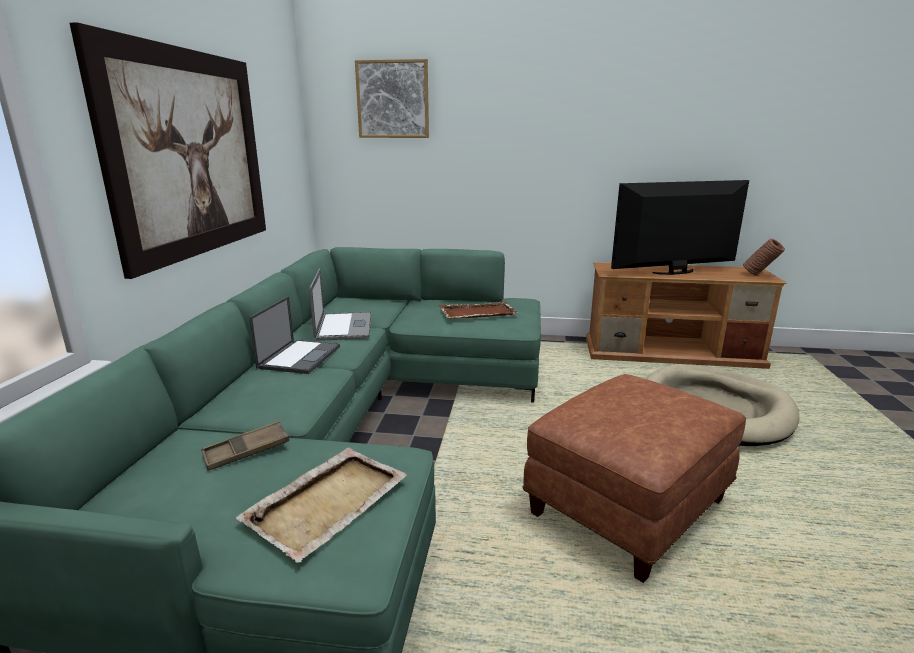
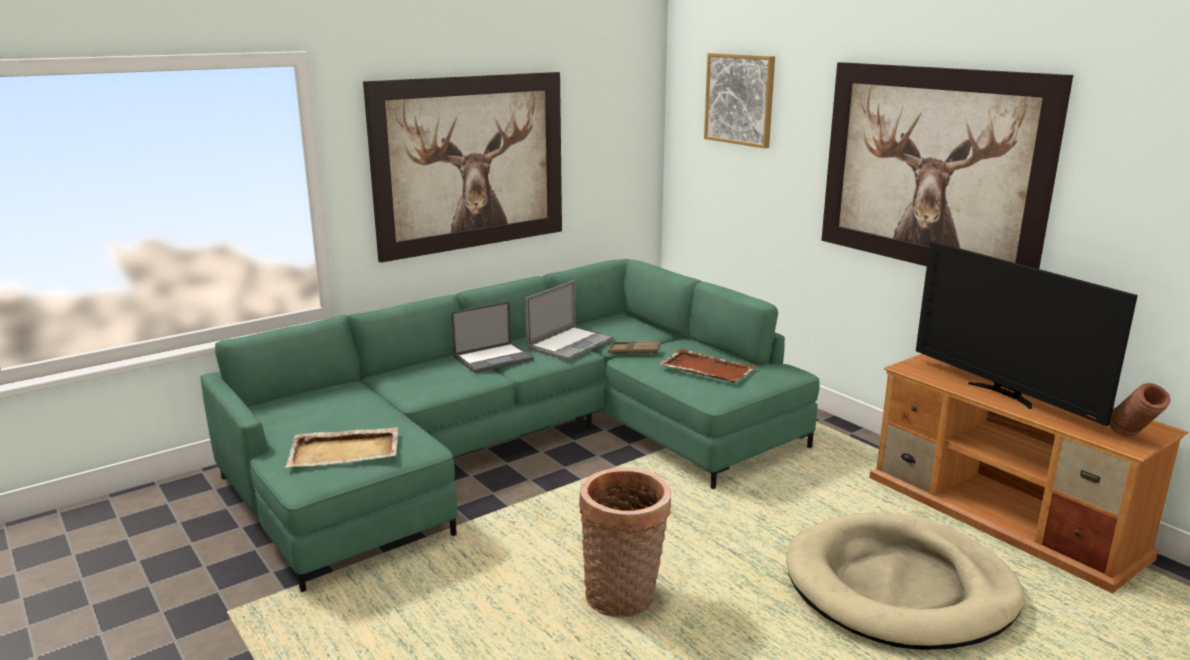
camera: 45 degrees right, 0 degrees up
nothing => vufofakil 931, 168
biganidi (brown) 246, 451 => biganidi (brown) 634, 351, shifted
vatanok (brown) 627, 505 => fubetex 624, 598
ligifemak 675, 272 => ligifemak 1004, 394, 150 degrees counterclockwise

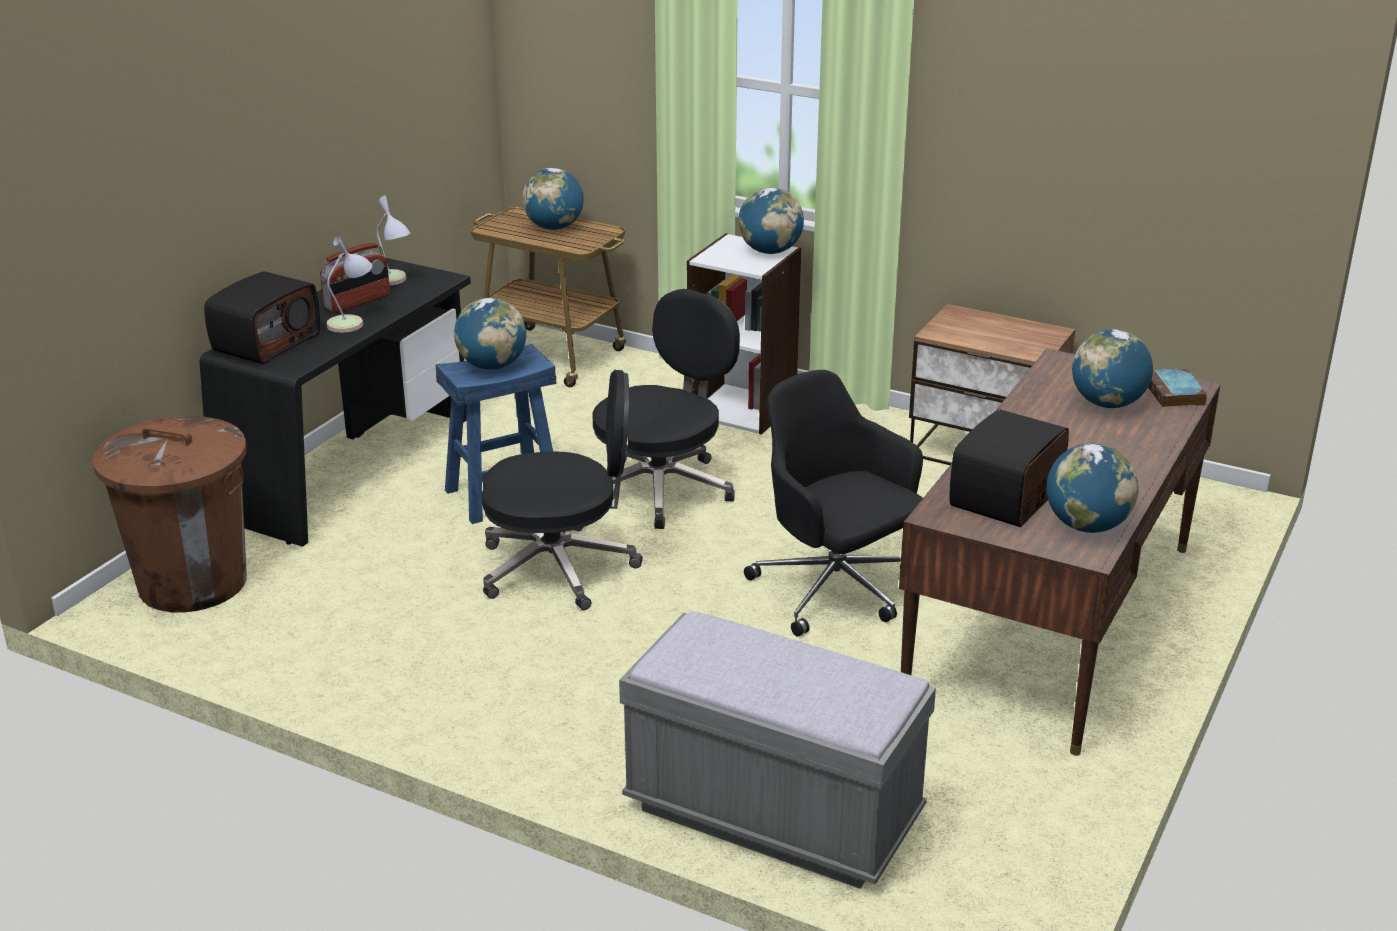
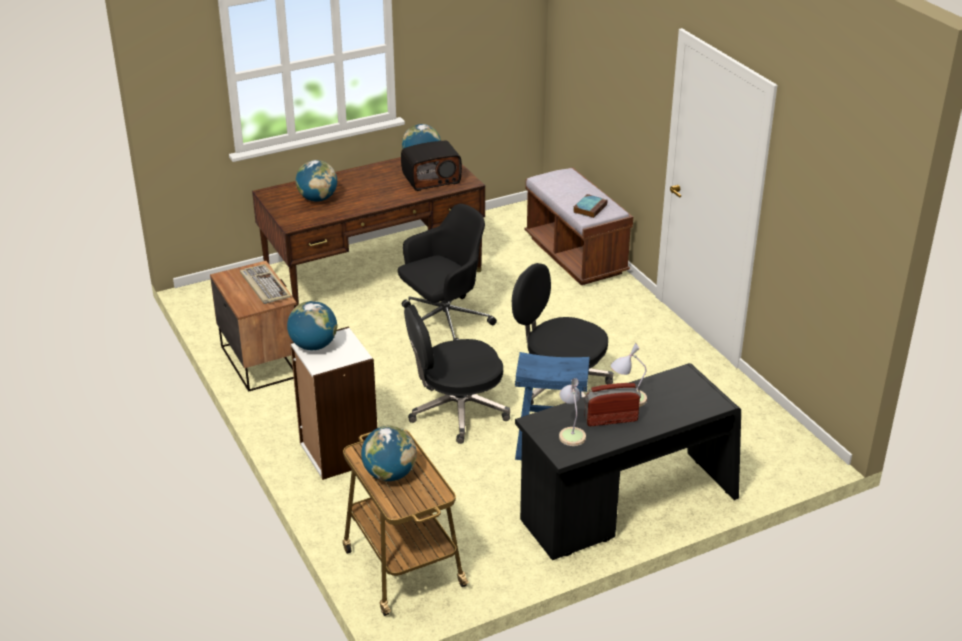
camera: 145 degrees left, 5 degrees up
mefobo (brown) 193, 583 => nothing
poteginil 266, 343 => nothing
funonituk 492, 366 => nothing
nothing => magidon 264, 286
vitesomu 1174, 394 => vitesomu 590, 208, shifted
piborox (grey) 773, 814 => piborox (brown) 575, 256
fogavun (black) 836, 590 => fogavun (black) 444, 321, 120 degrees counterclockwise

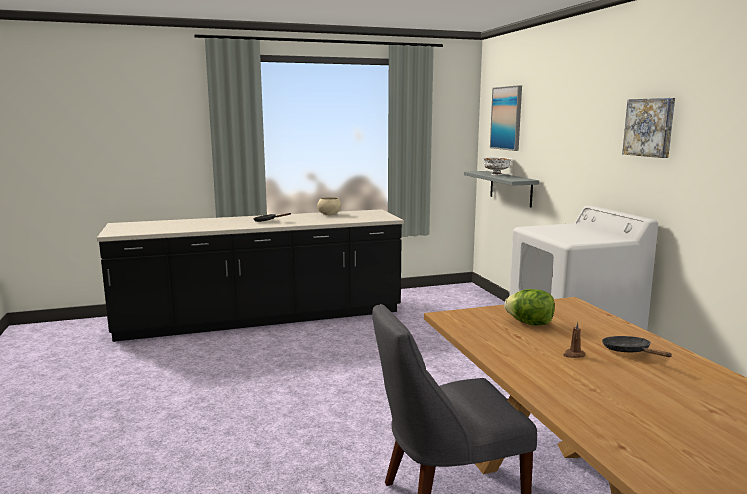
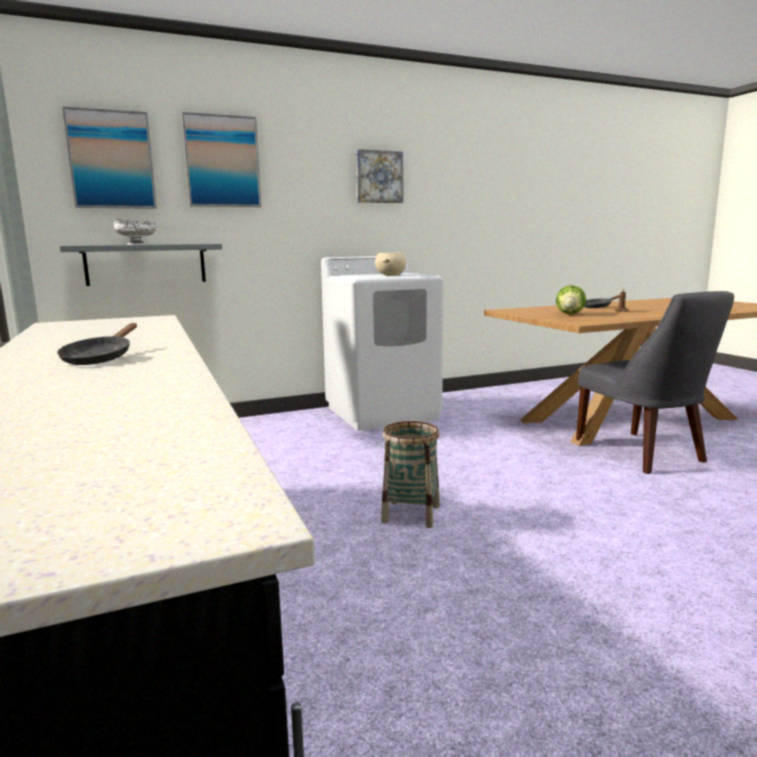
camera: 95 degrees left, 0 degrees up
nothing => vufofakil 222, 162
nothing => fubetex 411, 514
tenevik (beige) 329, 215 => tenevik (beige) 391, 275, shifted

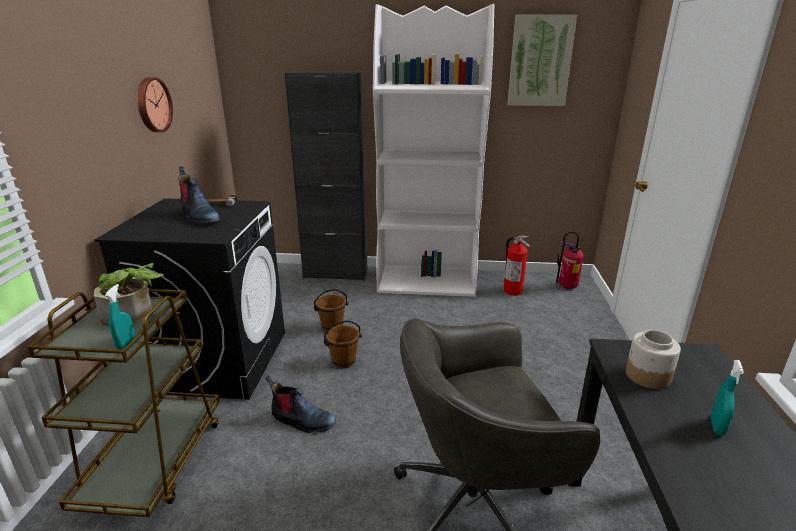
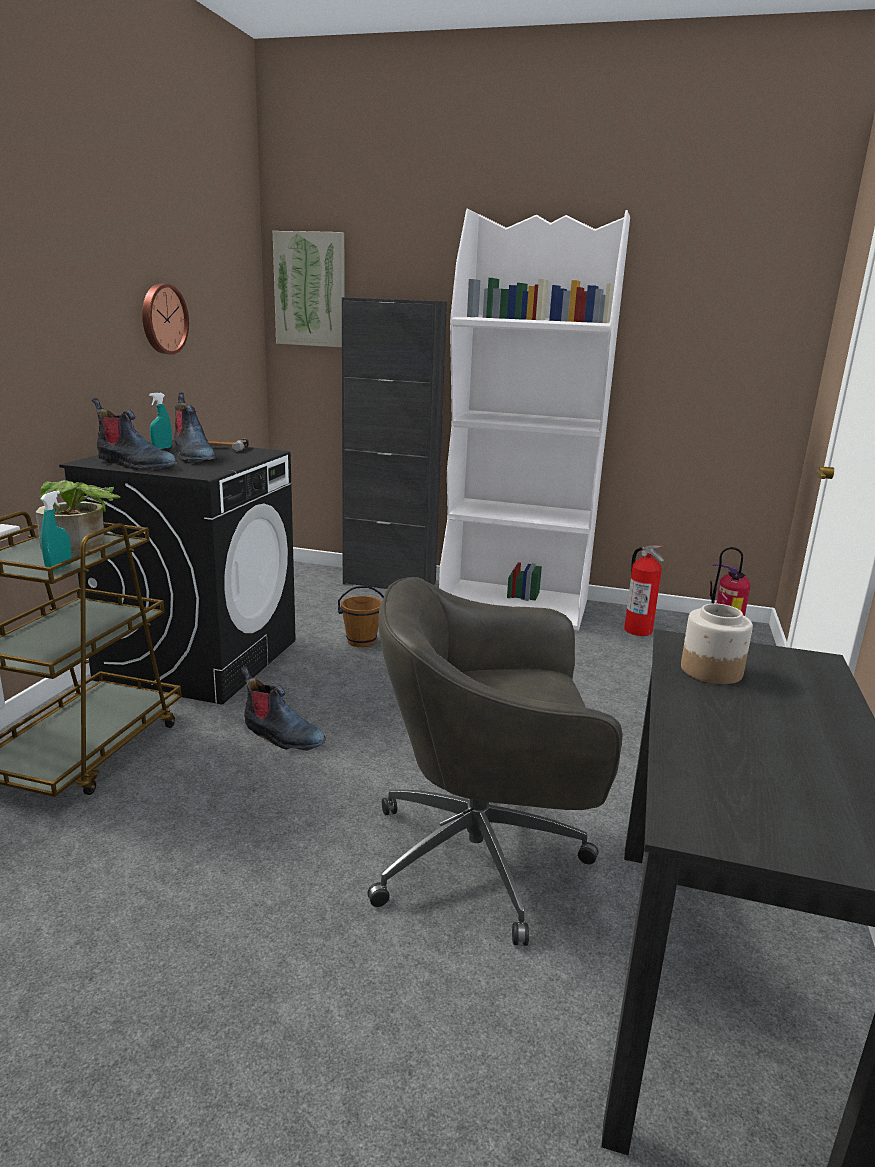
camera: 10 degrees right, 5 degrees down
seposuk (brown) 343, 361 => nothing
nothing => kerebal 134, 465
vufofakil 540, 61 => vufofakil 310, 289, shifted
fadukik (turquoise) 717, 427 => fadukik (turquoise) 162, 448, shifted

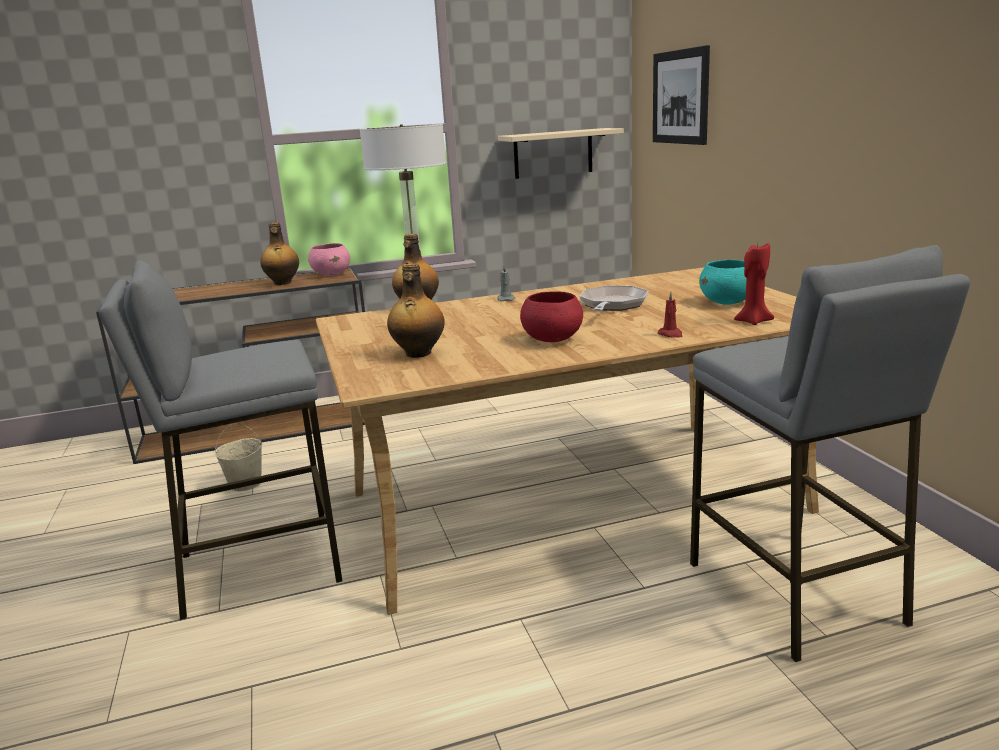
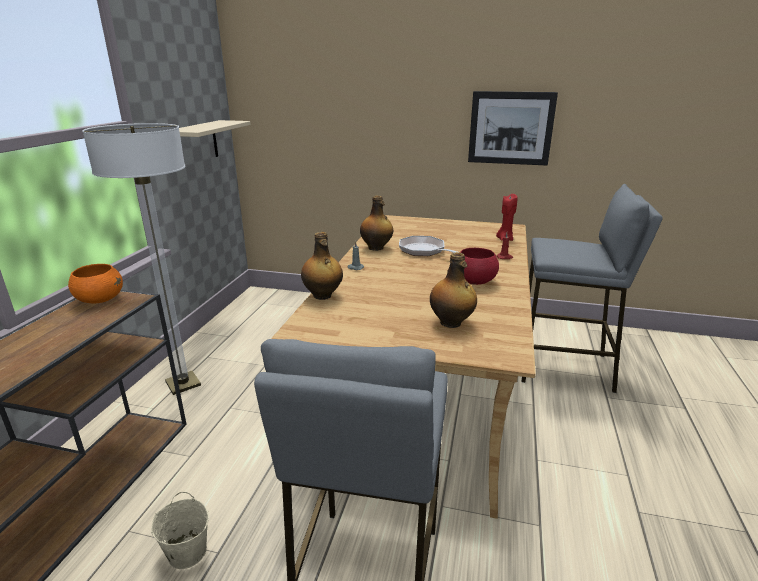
camera: 60 degrees left, 5 degrees up
tenevik (turquoise) 727, 302 => nothing
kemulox 282, 283 => kemulox 376, 248, shifted
vufofakil 680, 97 => vufofakil 510, 128, shifted
tenevik (pink) 331, 274 => tenevik (orange) 100, 300

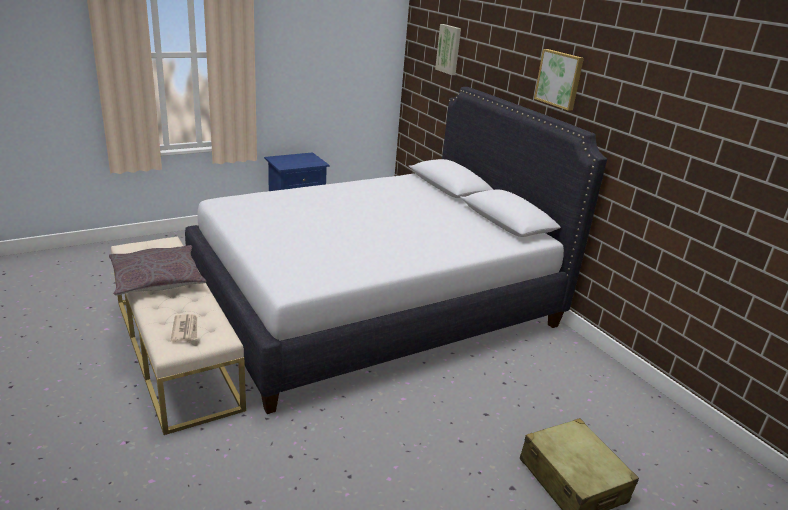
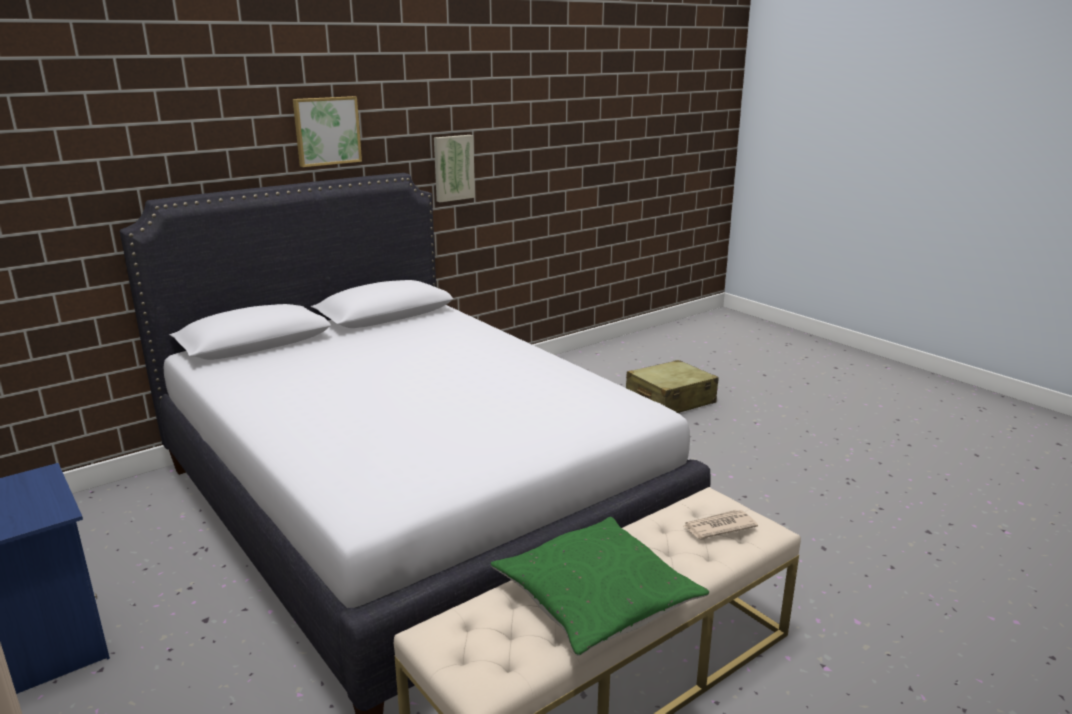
camera: 95 degrees left, 5 degrees down
vufofakil 449, 49 => vufofakil 453, 168, shifted
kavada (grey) 157, 279 => kavada (green) 596, 598

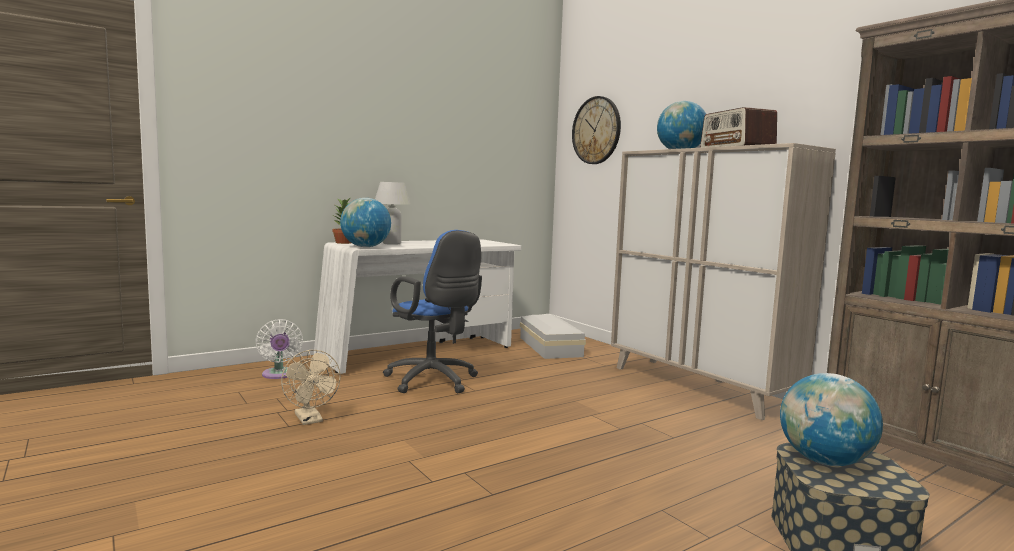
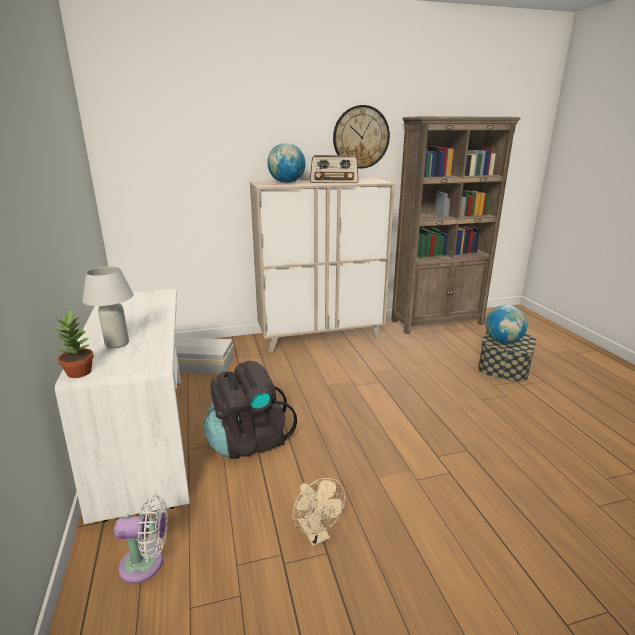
camera: 70 degrees left, 15 degrees up
funonituk 365, 247 => nothing
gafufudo 596, 130 => gafufudo 361, 137, shifted
fogavun (blue) 434, 382 => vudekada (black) 249, 441
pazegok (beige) 310, 420 => pazegok (beige) 316, 535, 75 degrees clockwise

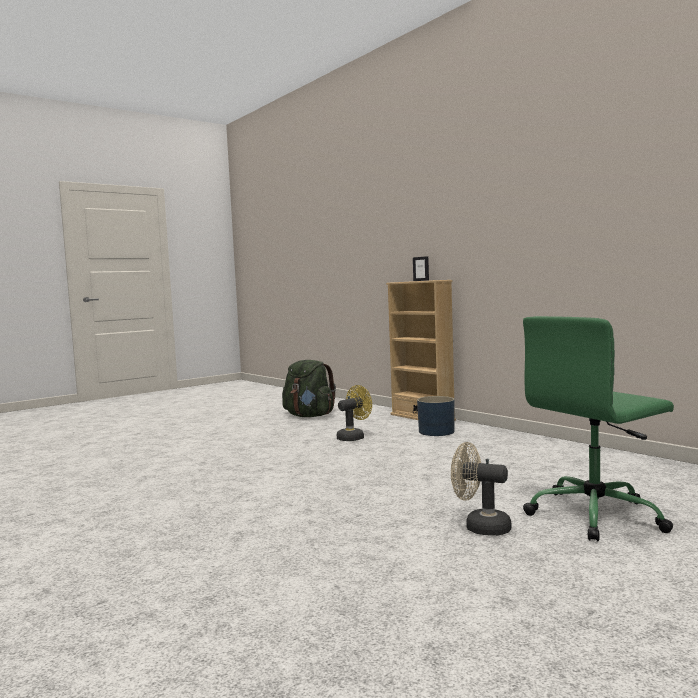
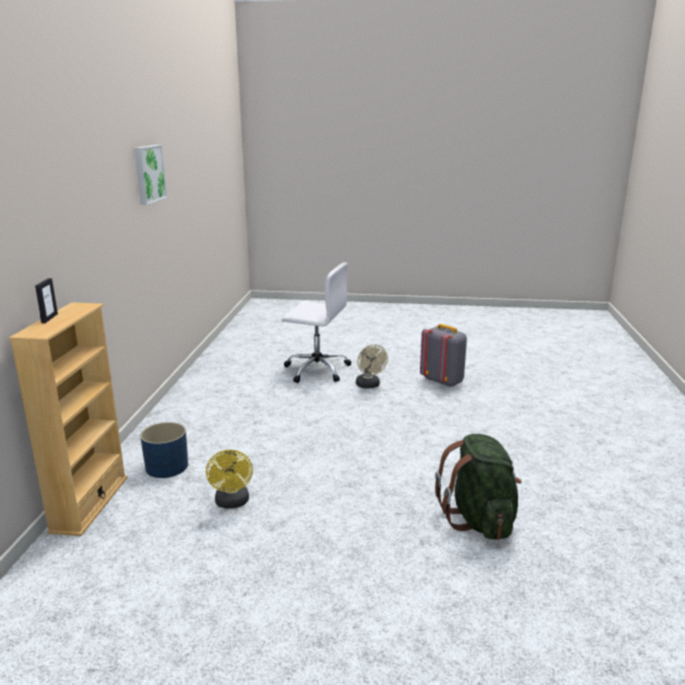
camera: 135 degrees left, 15 degrees up
nothing => vufofakil 148, 174
nothing => vudekada (grey) 443, 381
vudekada (green) 309, 416 => vudekada (green) 479, 520, shifted
fogavun (green) 596, 515 => fogavun (white) 316, 370
pazegok (yellow) 354, 437 => pazegok (yellow) 232, 503, 105 degrees counterclockwise

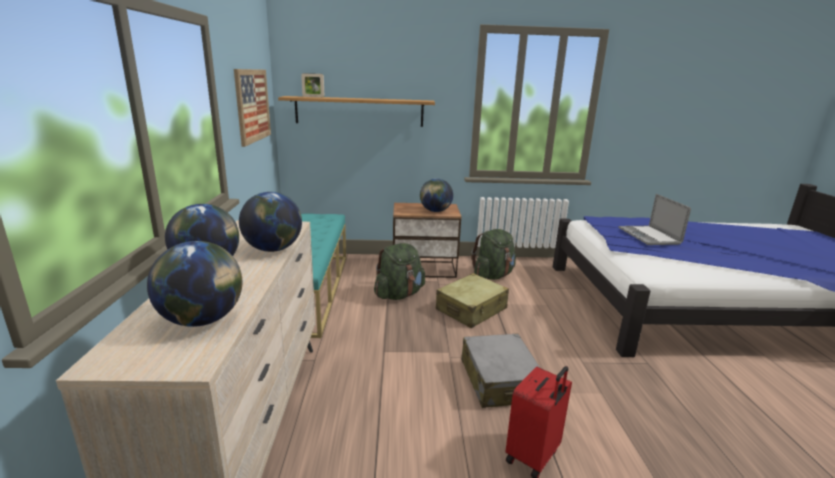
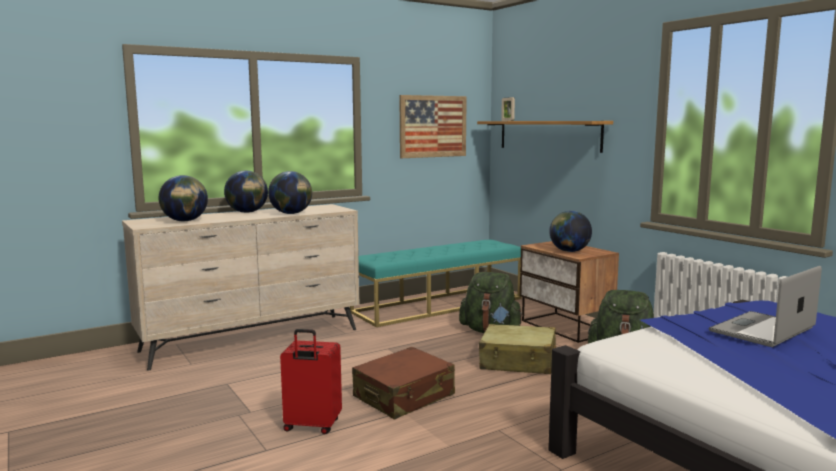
camera: 60 degrees right, 10 degrees down
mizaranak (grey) 499, 381 => mizaranak (brown) 404, 396

